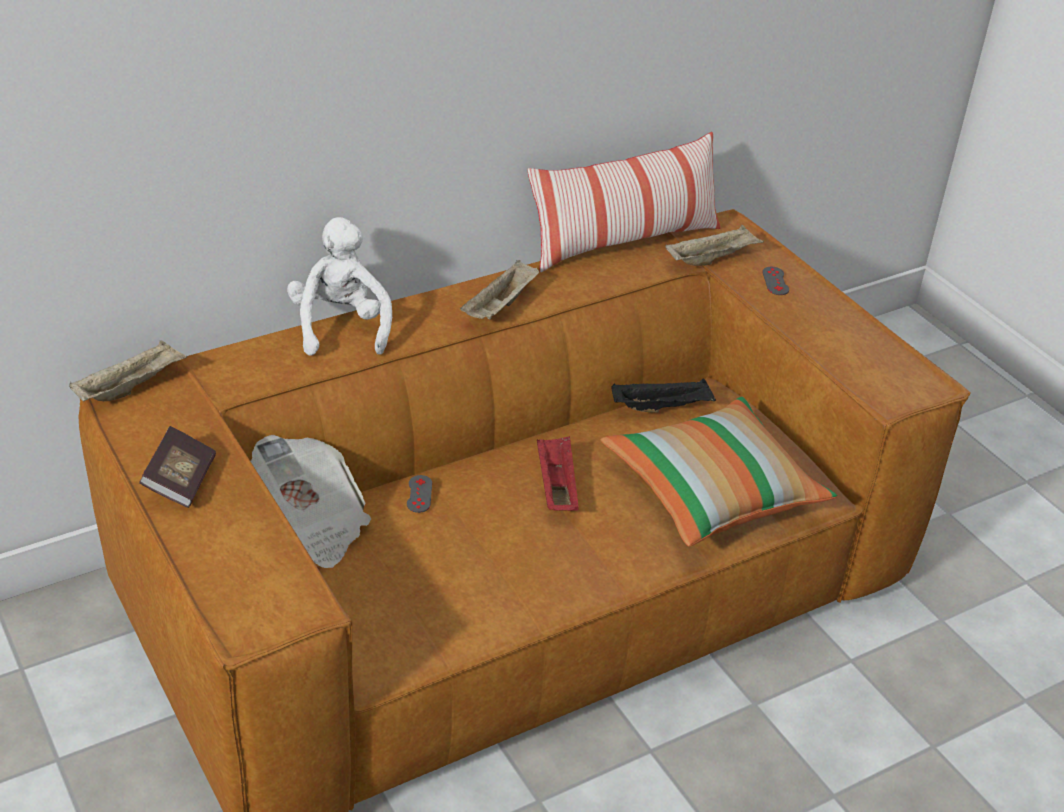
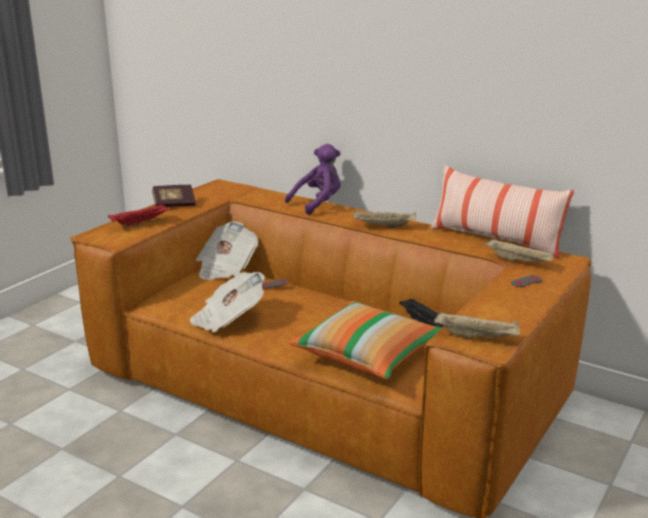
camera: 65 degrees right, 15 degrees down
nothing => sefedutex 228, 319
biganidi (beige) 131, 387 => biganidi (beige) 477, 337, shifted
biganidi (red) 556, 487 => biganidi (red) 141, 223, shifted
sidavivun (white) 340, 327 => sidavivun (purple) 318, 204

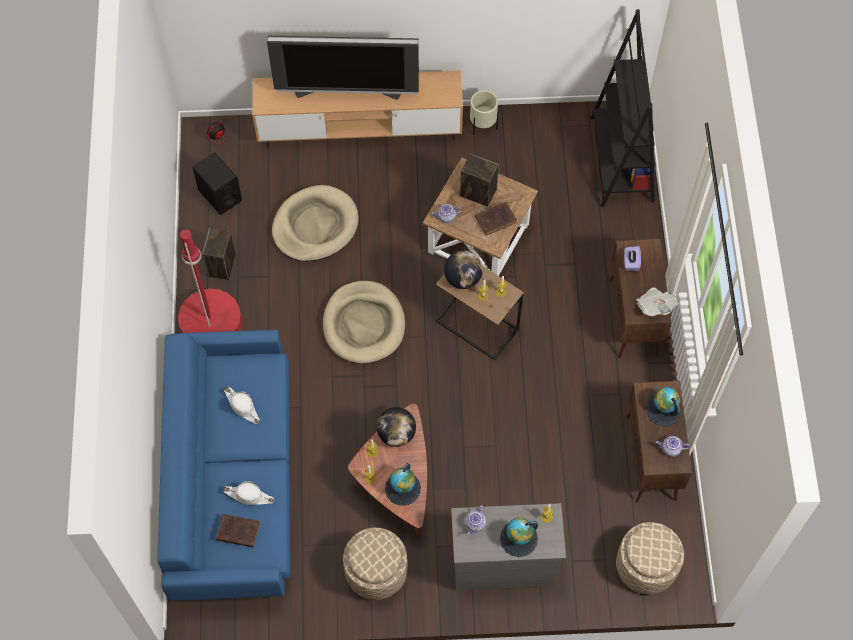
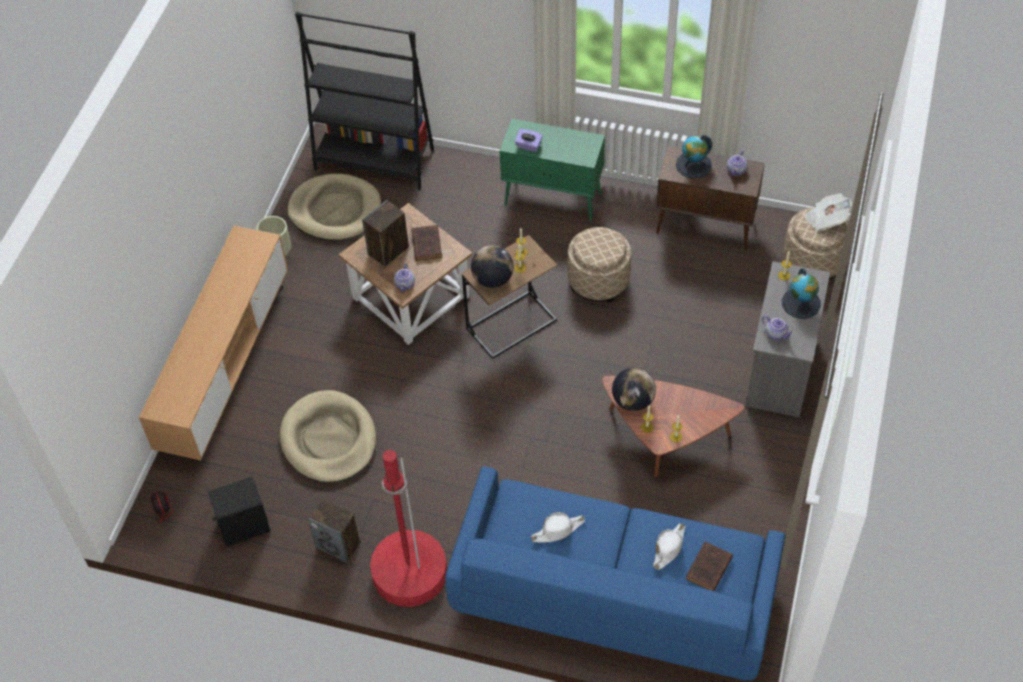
camera: 70 degrees left, 10 degrees down
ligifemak 348, 90 => nothing
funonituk 403, 488 => nothing
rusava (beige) 364, 324 => rusava (beige) 335, 210, shifted
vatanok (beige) 376, 572 => vatanok (beige) 598, 281, shifted
sefedutex 655, 306 => sefedutex 826, 219, shifted
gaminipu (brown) 633, 318 => gaminipu (green) 553, 199

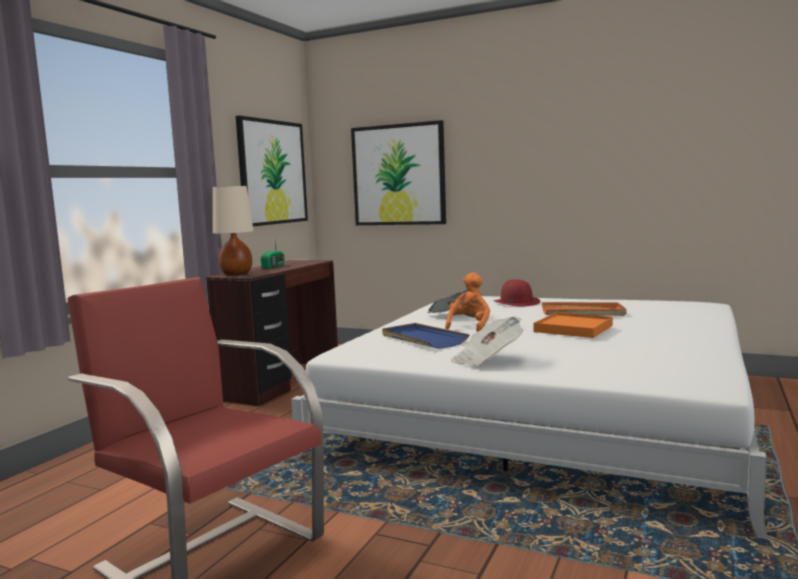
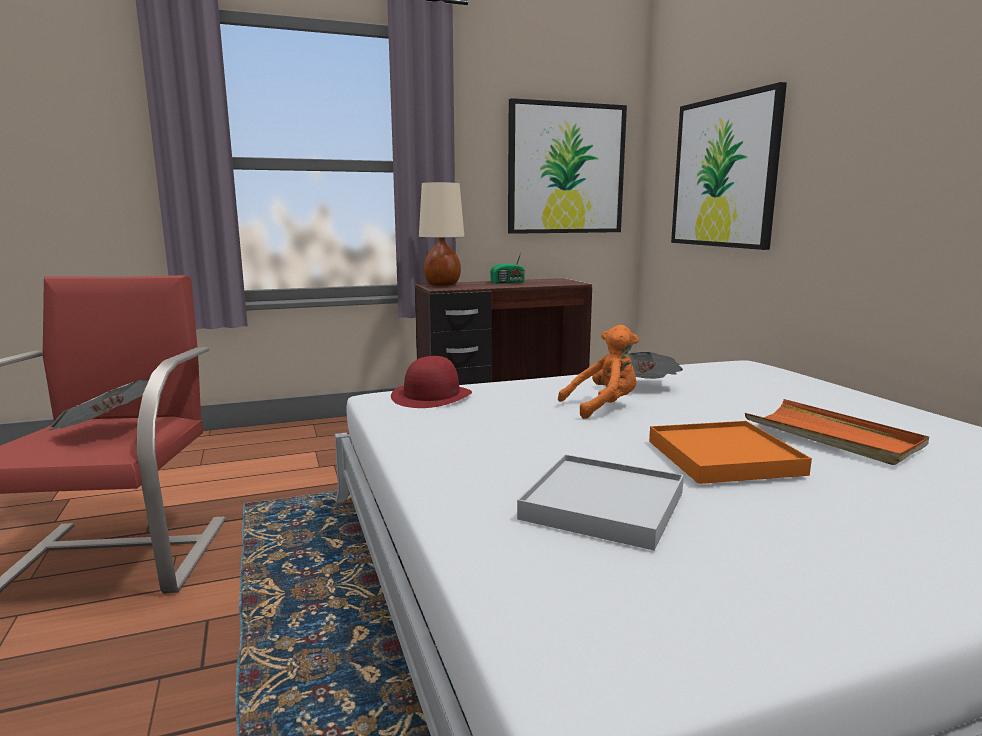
camera: 45 degrees right, 5 degrees up
biganidi (blue) 423, 339 => nothing
nothing => biganidi (white) 602, 506
sefedutex 487, 360 => sefedutex 105, 430, shifted
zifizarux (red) 516, 302 => zifizarux (red) 431, 395, shifted

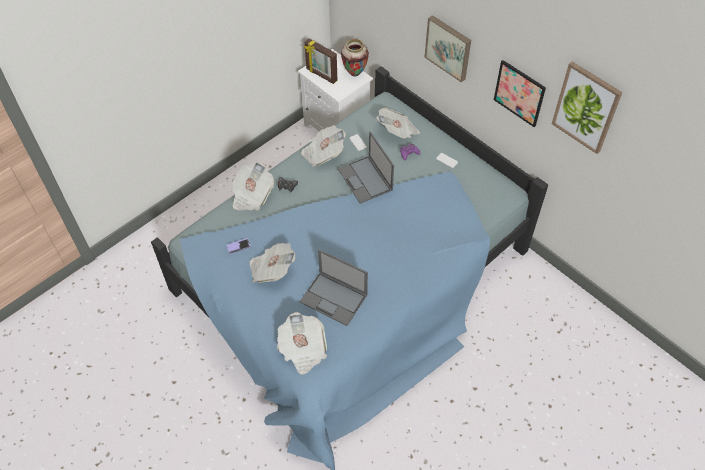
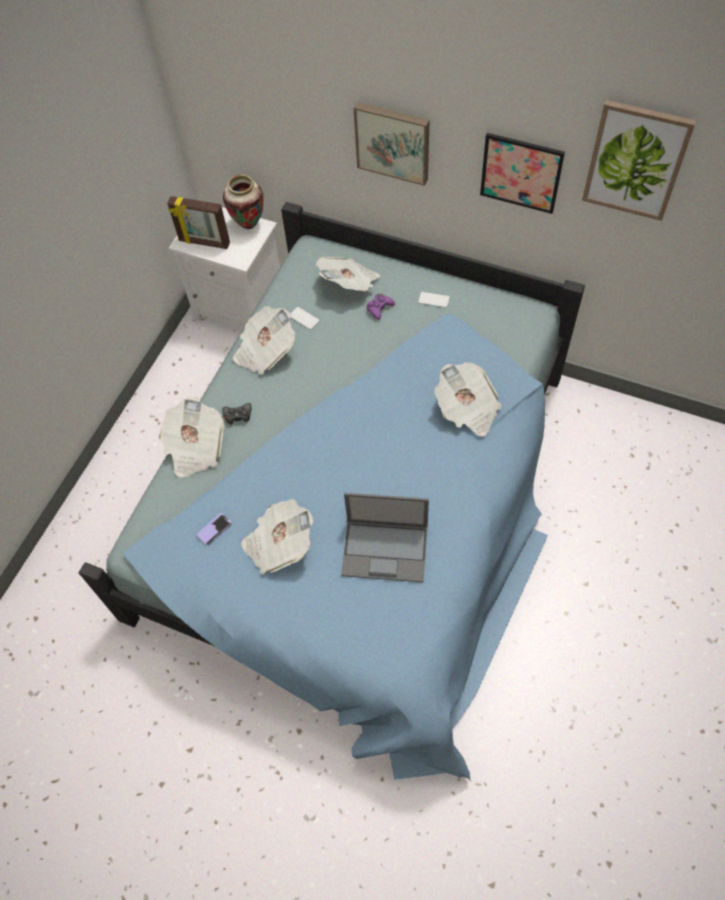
camera: 20 degrees left, 5 degrees up
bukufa 365, 180 => nothing
sefedutex 303, 350 => sefedutex 467, 409, shifted

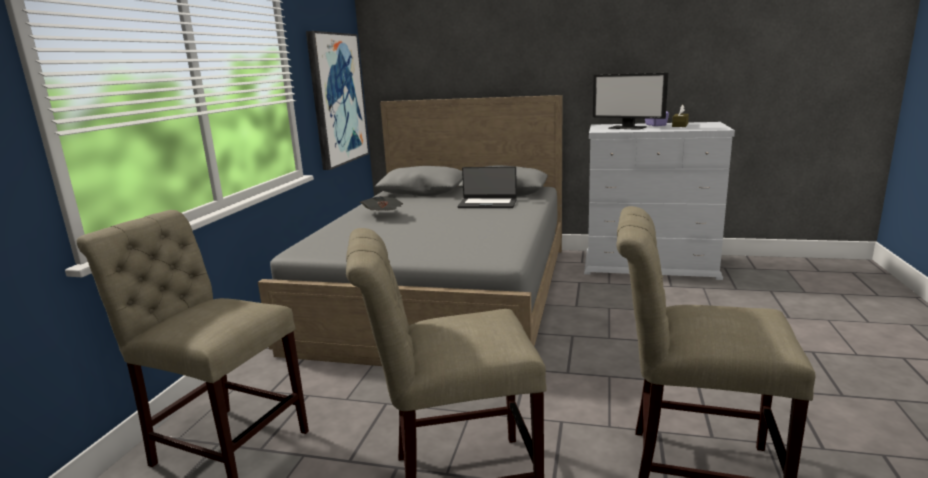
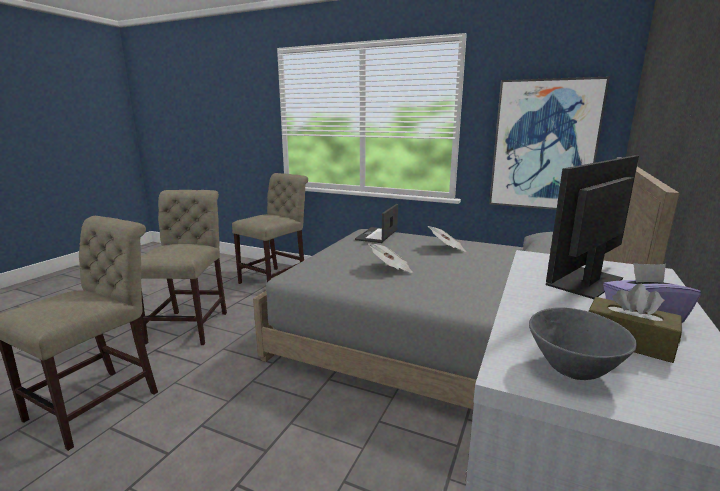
camera: 100 degrees right, 0 degrees up
nothing => sefedutex 391, 269
nothing => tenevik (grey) 570, 368
bukufa 487, 203 => bukufa 377, 235, shifted

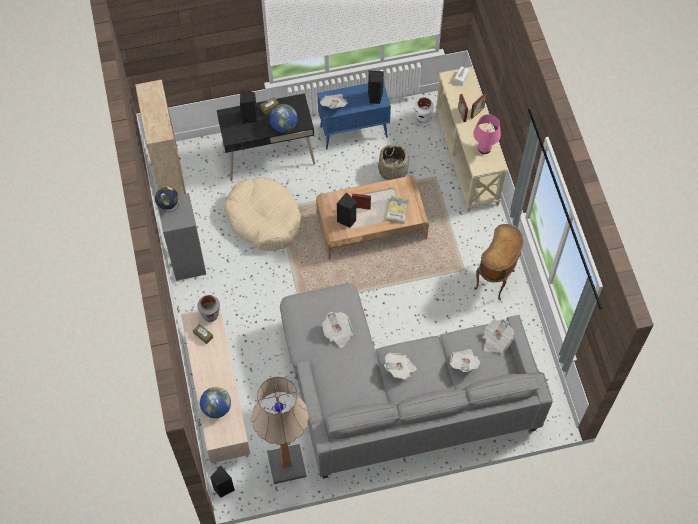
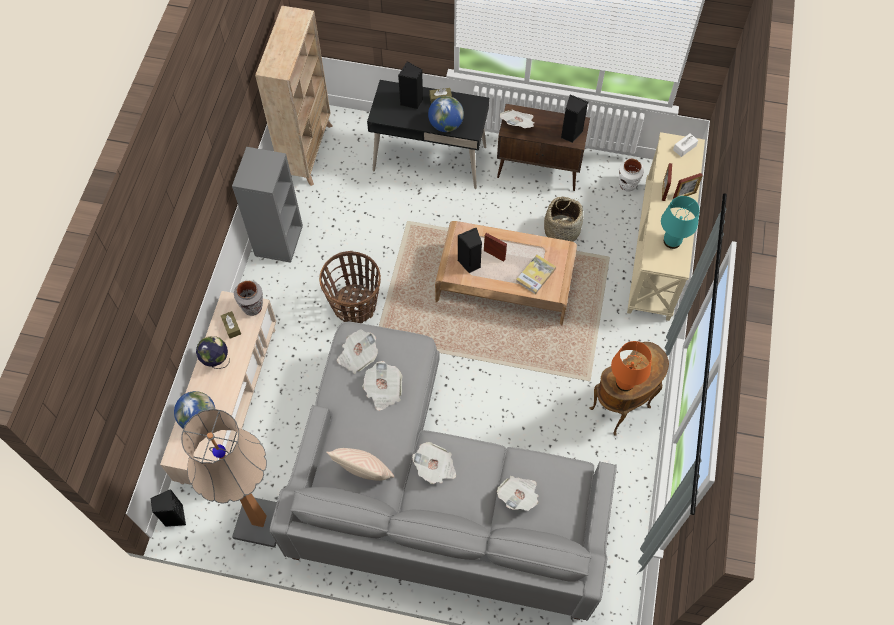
camera: 25 degrees right, 0 degrees up
rusava (beige) 264, 219 => nothing
nothing => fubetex 354, 305
nothing => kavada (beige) 363, 472
nothing => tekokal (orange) 625, 383
funonituk 168, 207 => funonituk 216, 361, shifted
sefedutex 496, 340 => sefedutex 357, 356, shifted
gaminipu (blue) 354, 132 => gaminipu (brown) 539, 170
tekokal (pink) 484, 148 => tekokal (turquoise) 671, 241

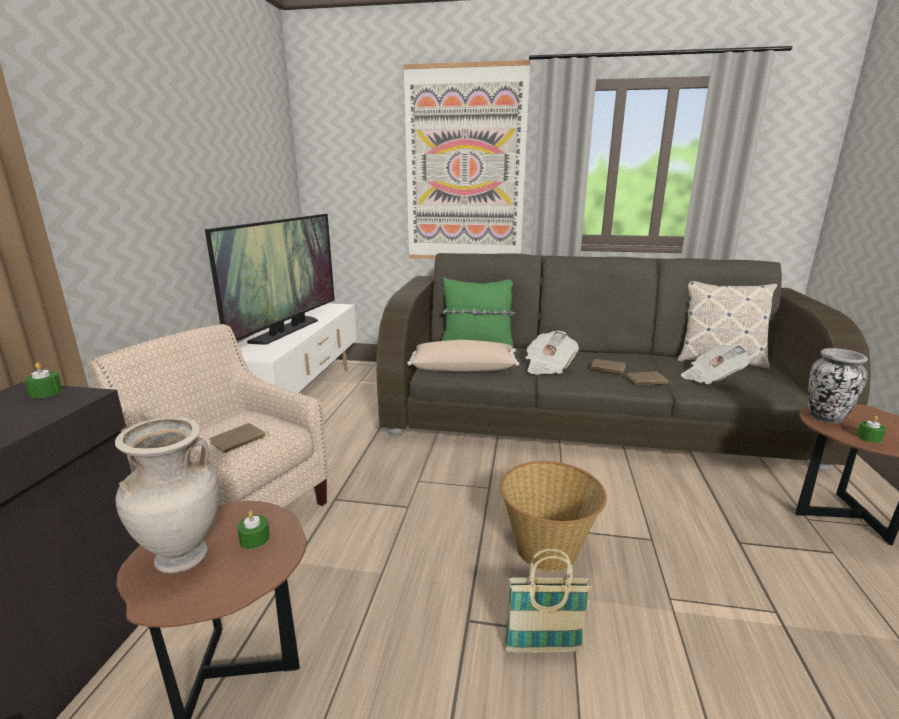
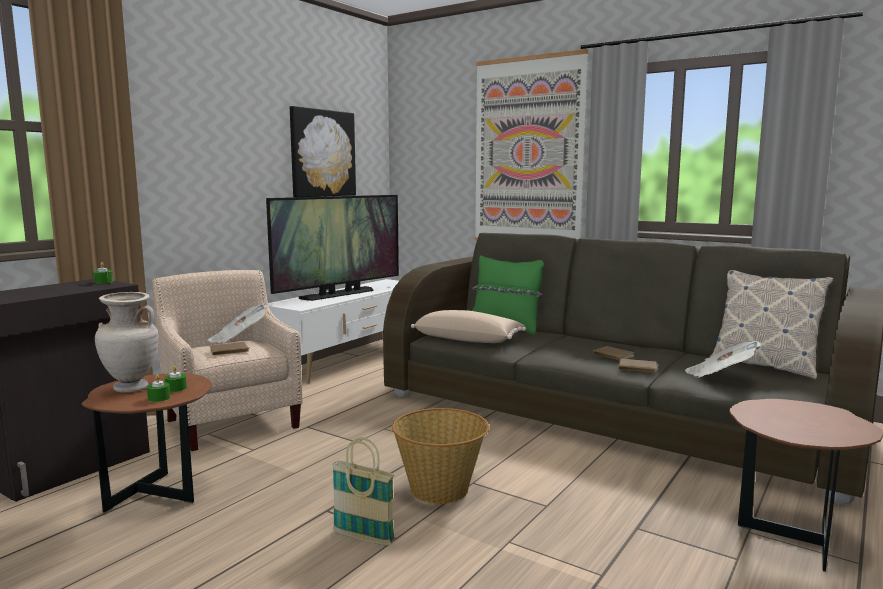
camera: 25 degrees right, 10 degrees down
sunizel 825, 418 => nothing
nothing => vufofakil 322, 153
sefedutex 548, 367 => sefedutex 238, 339, shifted
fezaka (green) 868, 437 => fezaka (green) 159, 398, shifted

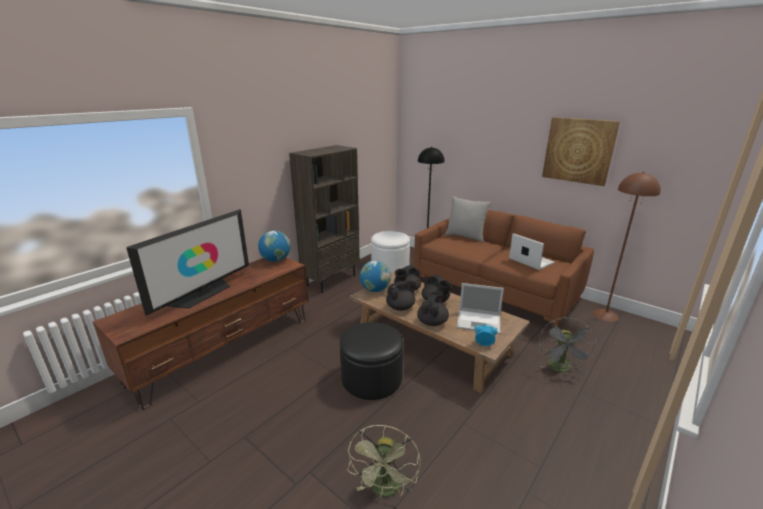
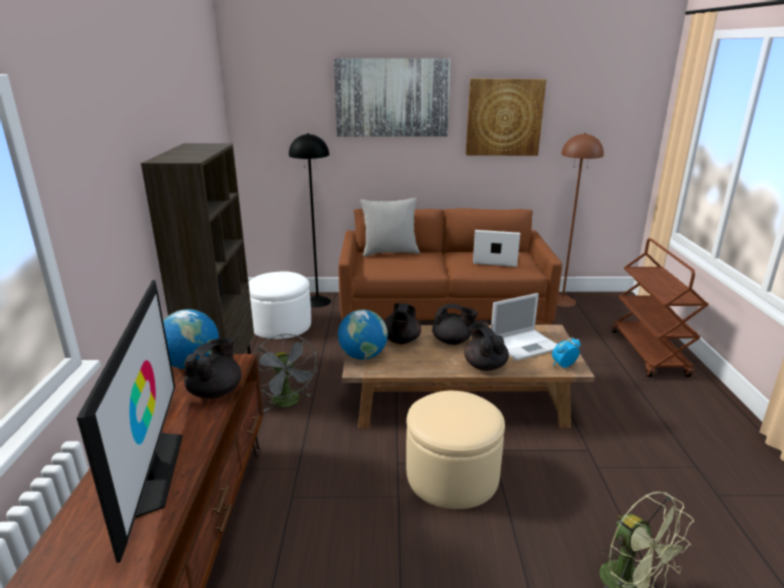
camera: 40 degrees left, 0 degrees up
nothing => vufofakil 392, 98
nothing => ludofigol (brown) 649, 353
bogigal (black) 401, 307 => bogigal (black) 216, 392, shifted
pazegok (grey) 561, 369 => pazegok (grey) 288, 403, shifted
vatanok (black) 372, 378 => vatanok (beige) 452, 475

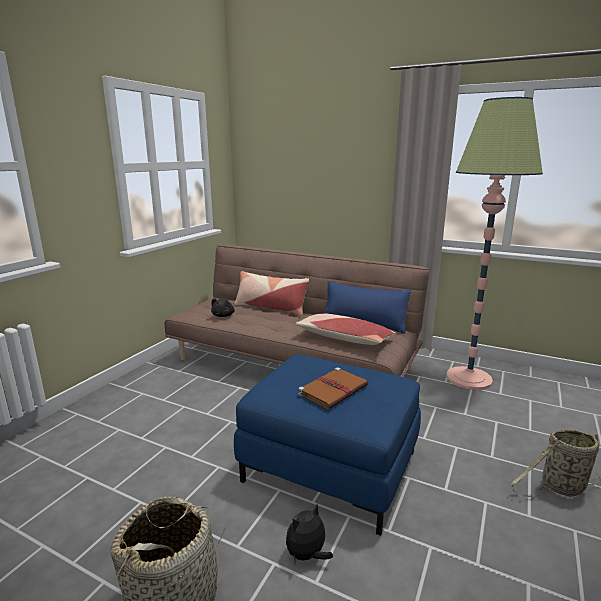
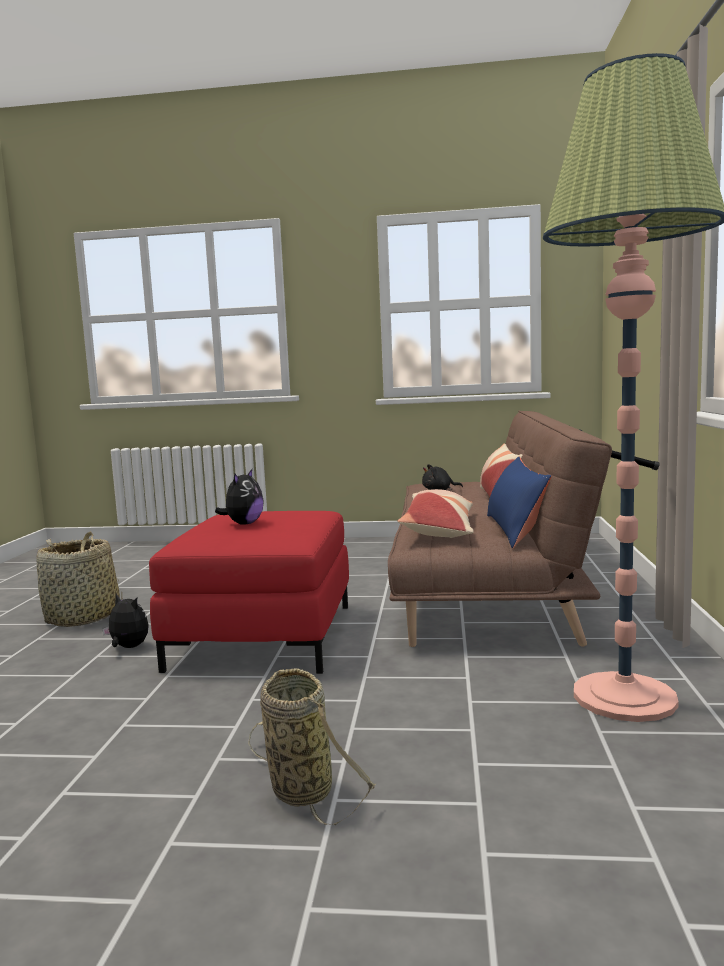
camera: 70 degrees right, 10 degrees down
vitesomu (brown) 334, 390 => sidavivun 243, 524
vatanok (blue) 330, 466 => vatanok (red) 264, 636

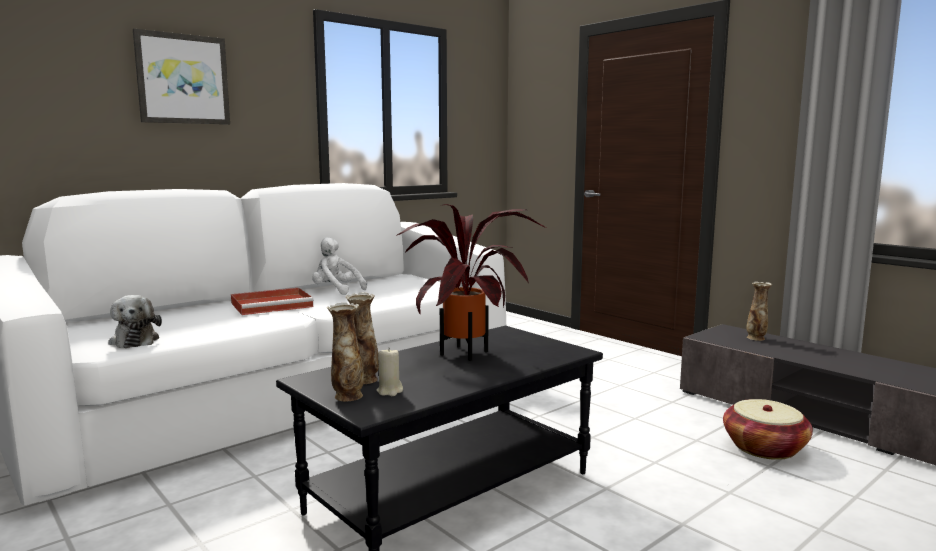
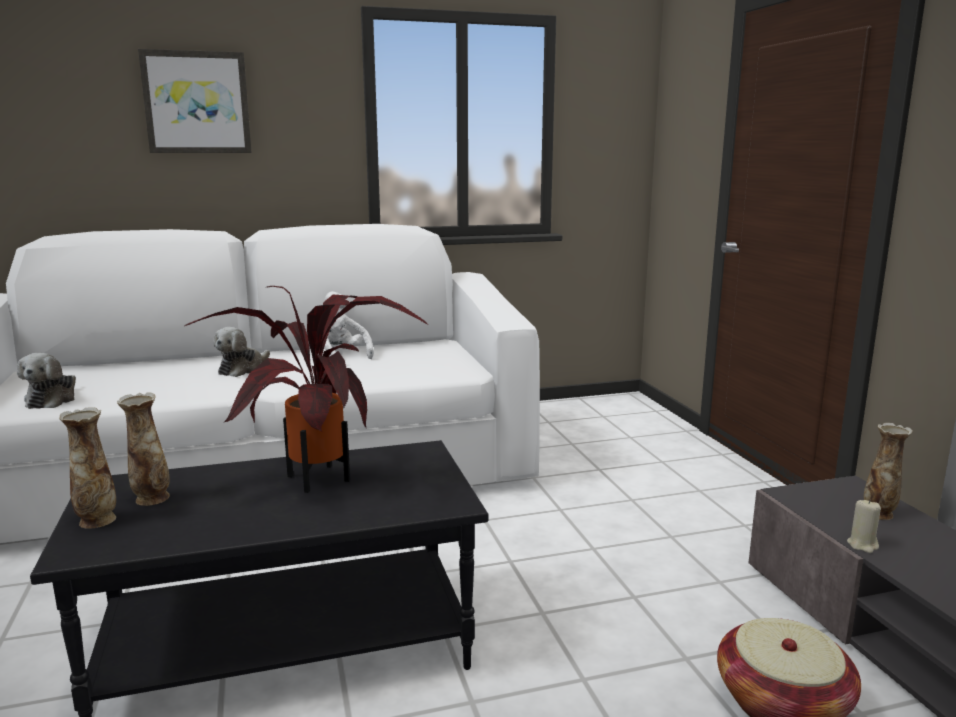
camera: 25 degrees right, 5 degrees up
fezaka (beige) 390, 391 => fezaka (beige) 862, 545, shifted
biganidi (red) 273, 304 => sidavivun 242, 369

